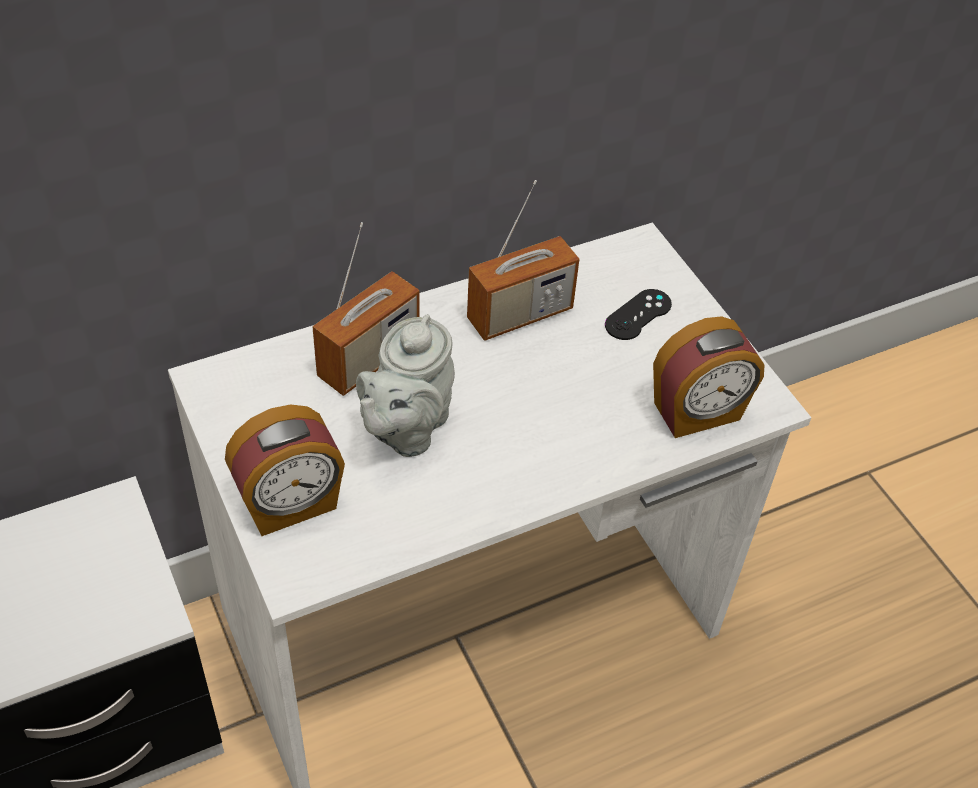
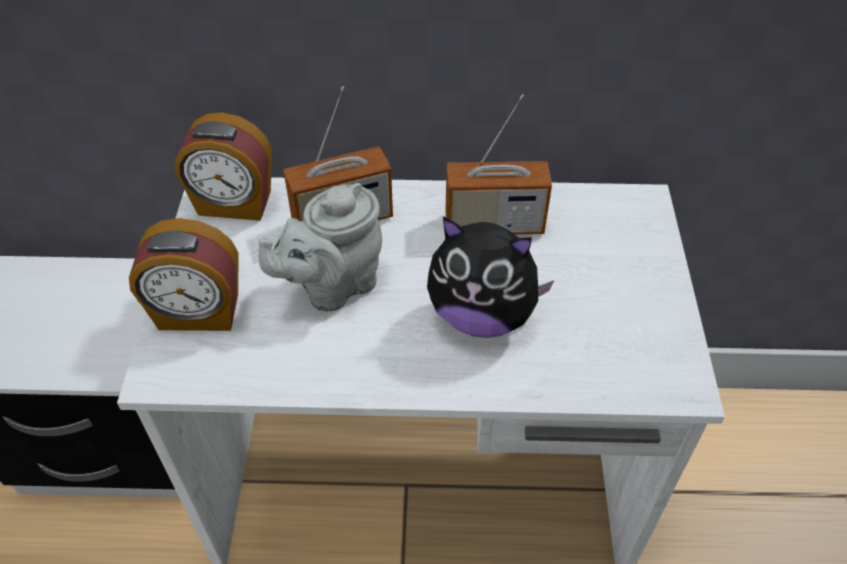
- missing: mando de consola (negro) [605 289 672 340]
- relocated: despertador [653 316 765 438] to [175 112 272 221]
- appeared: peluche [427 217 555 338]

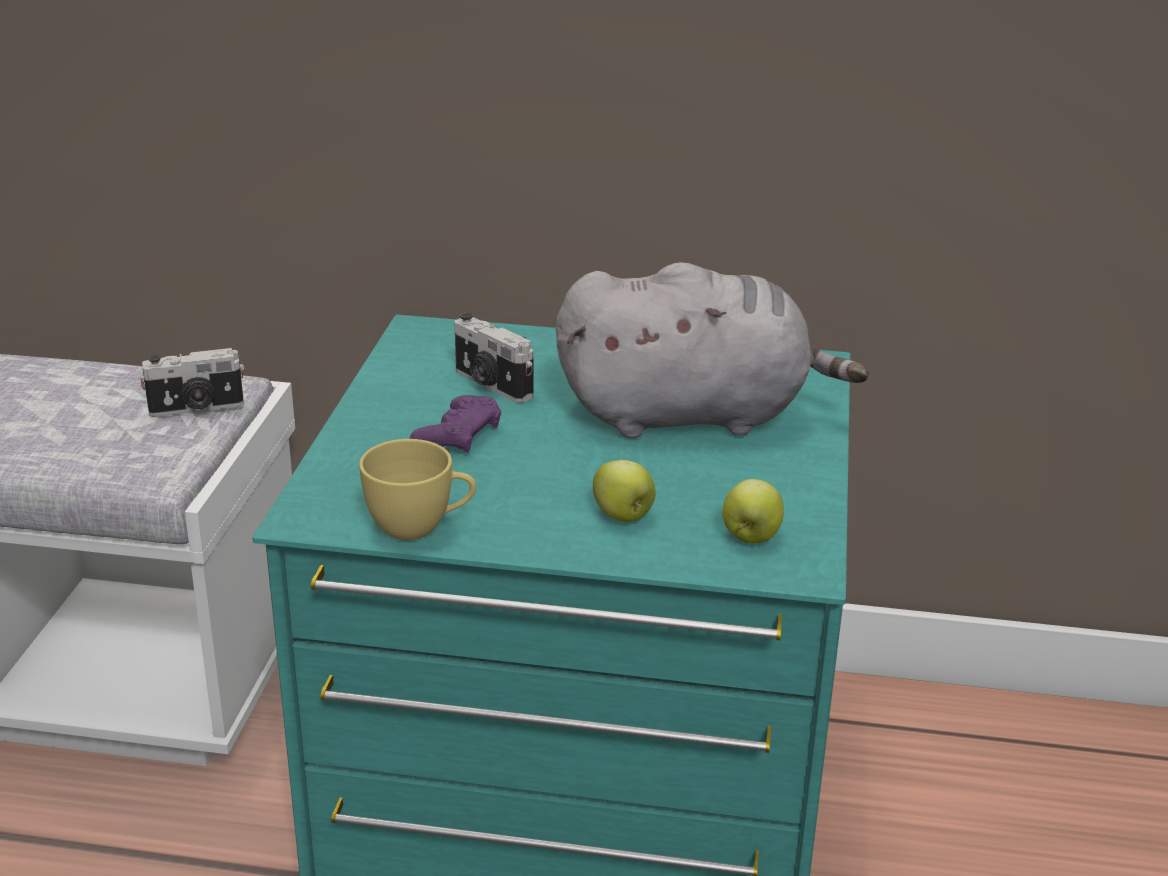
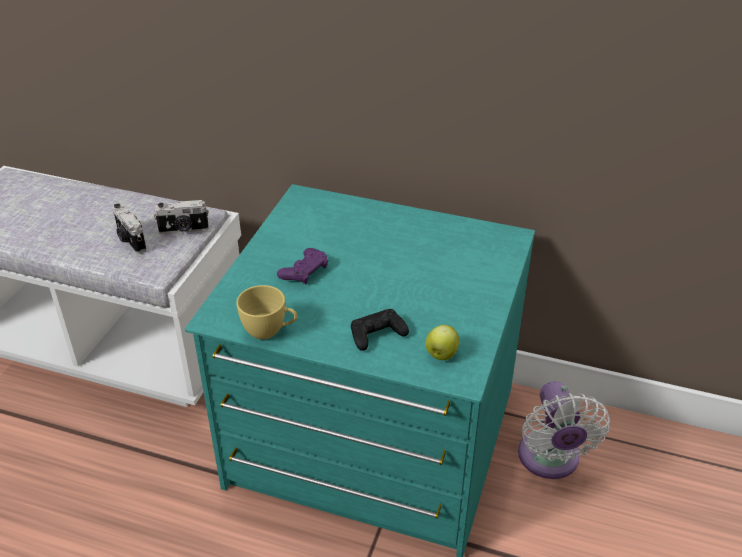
- relocated: cámara [454 312 533 403] to [112 204 146 254]
- missing: peluche (gris) [556 262 869 438]
- exchanged: manzana [593 460 656 522] to mando de consola (negro) [351 309 409 351]
- appeared: ventilador (blanco) [518 381 610 479]

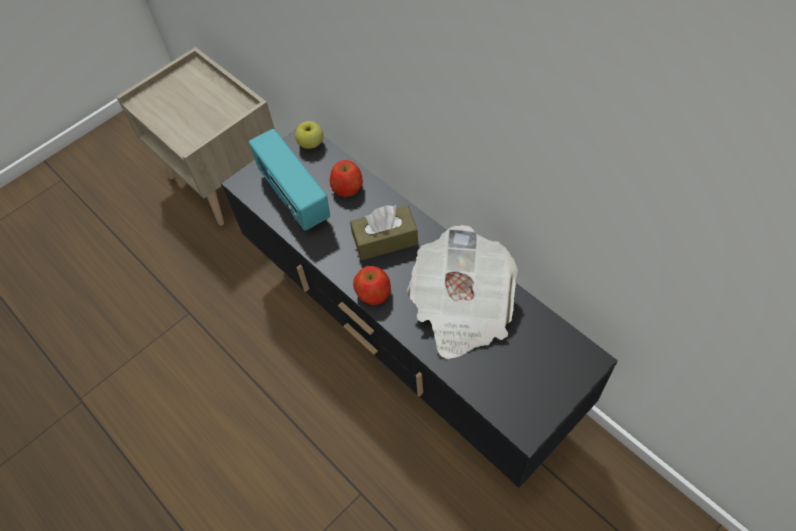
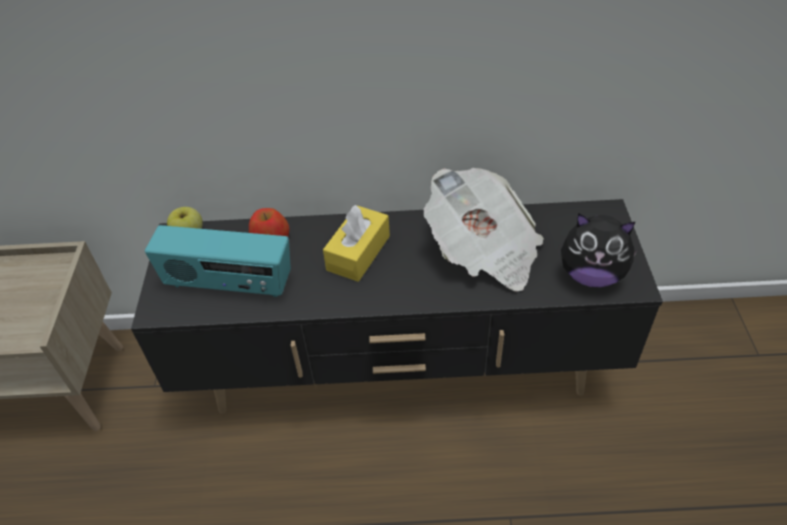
- colour: caja de pañuelos (marrón) [350 205 418 260] to caja de pañuelos (amarillo) [323 205 390 282]
- missing: manzana [353 266 391 305]
- appeared: peluche [561 213 639 287]

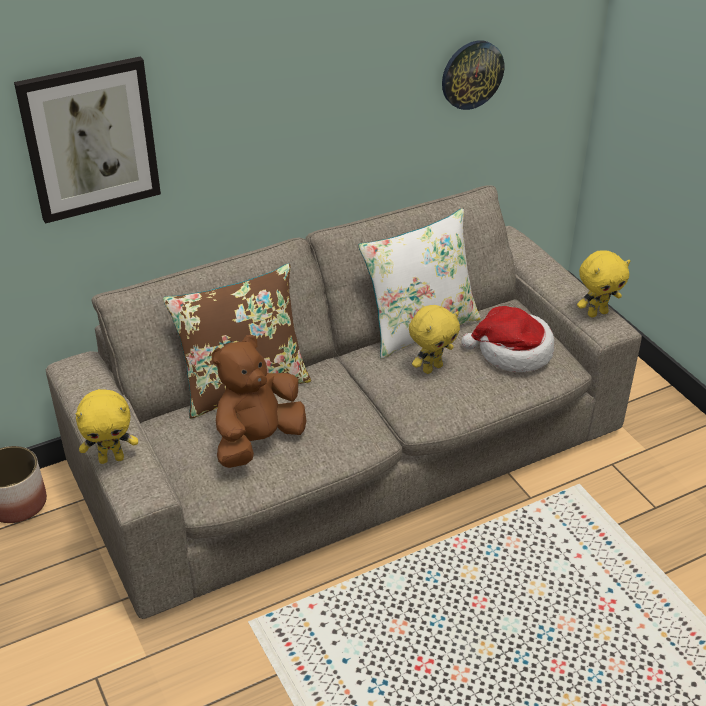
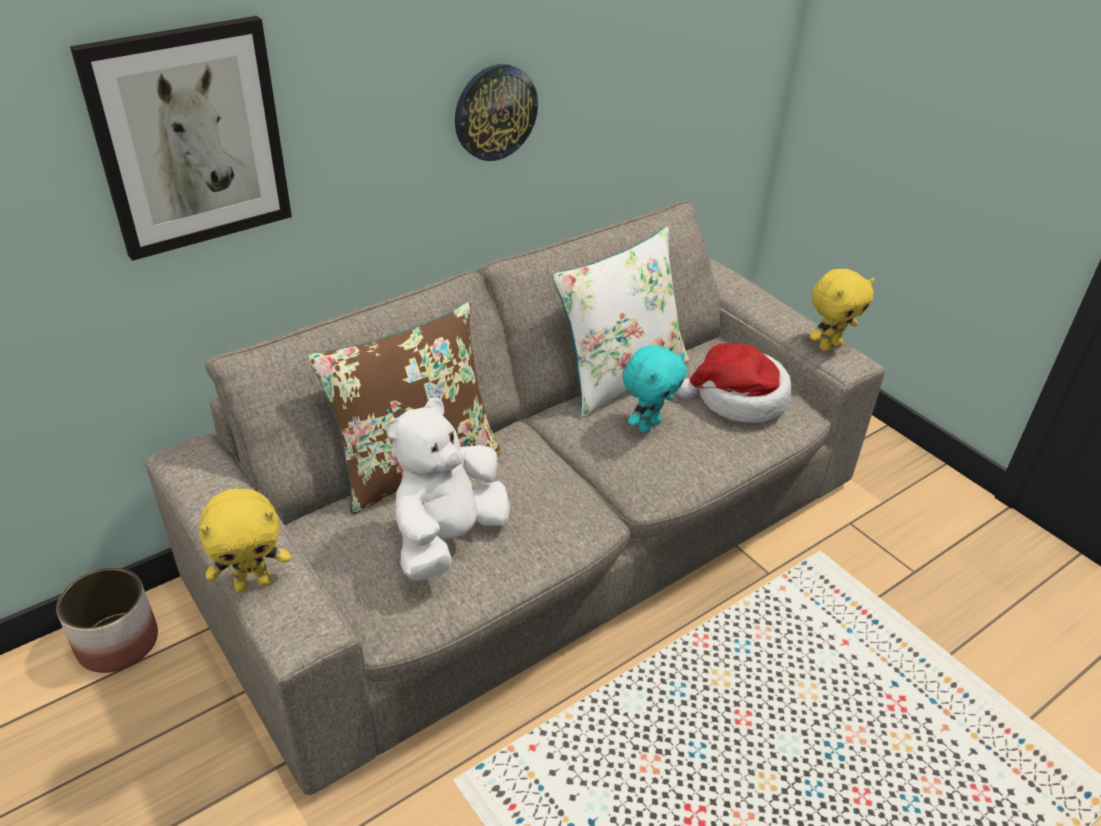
- colour: peluche (marrón) [212 335 306 468] to peluche (blanco) [386 398 510 581]
- colour: peluche (amarillo) [409 305 460 374] to peluche (turquesa) [622 345 687 433]
- relocated: reloj de pared [442 40 504 110] to [455 64 538 161]

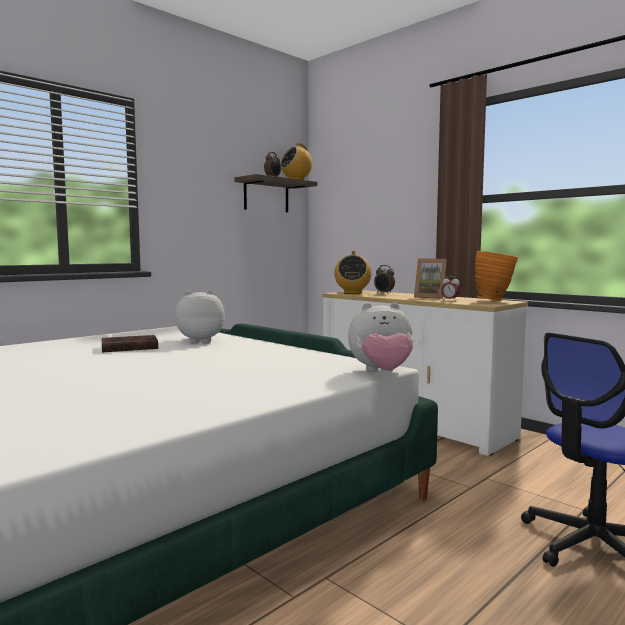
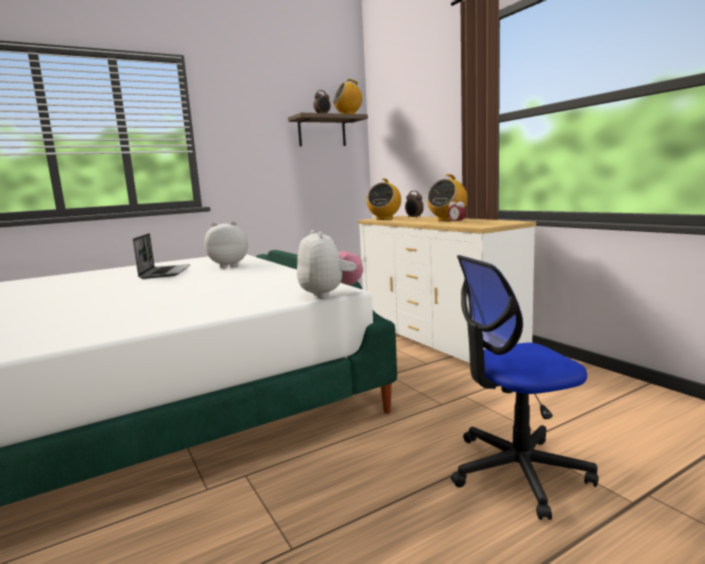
- exchanged: libro (marrón) [101 335 158 352] to portátil [133 233 190 279]
- spun: peluche [348 303 414 372] = [297 230 363 299] 120 degrees counterclockwise
- exchanged: portarretratos [414 258 447 299] to radio [427 174 467 221]
- missing: florero (naranja) [475 251 518 301]

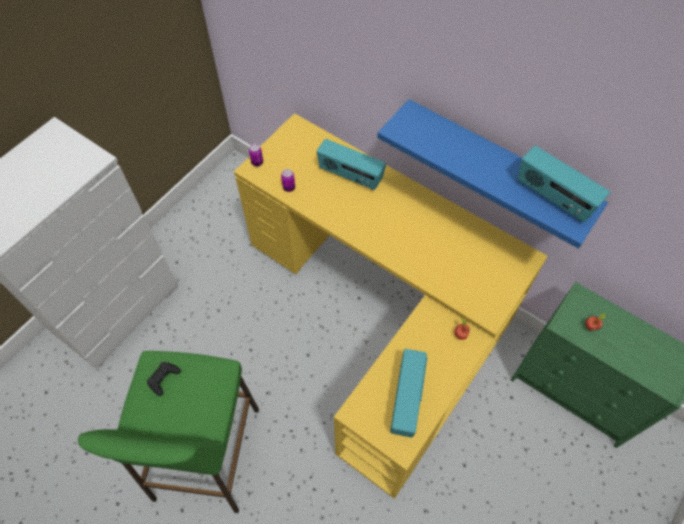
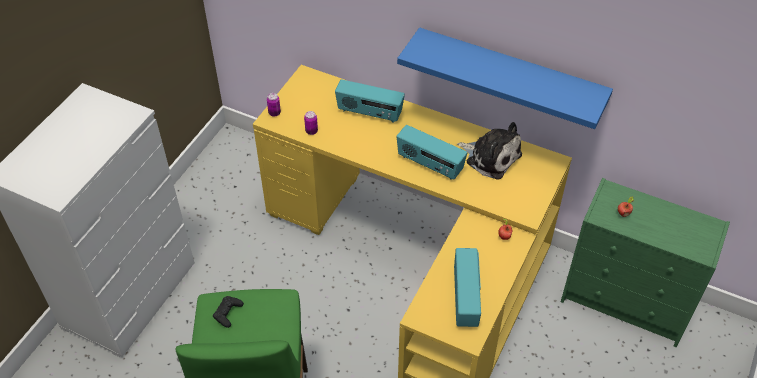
- relocated: radio [517 146 610 222] to [396 125 467 180]
- appeared: peluche [457 122 522 180]

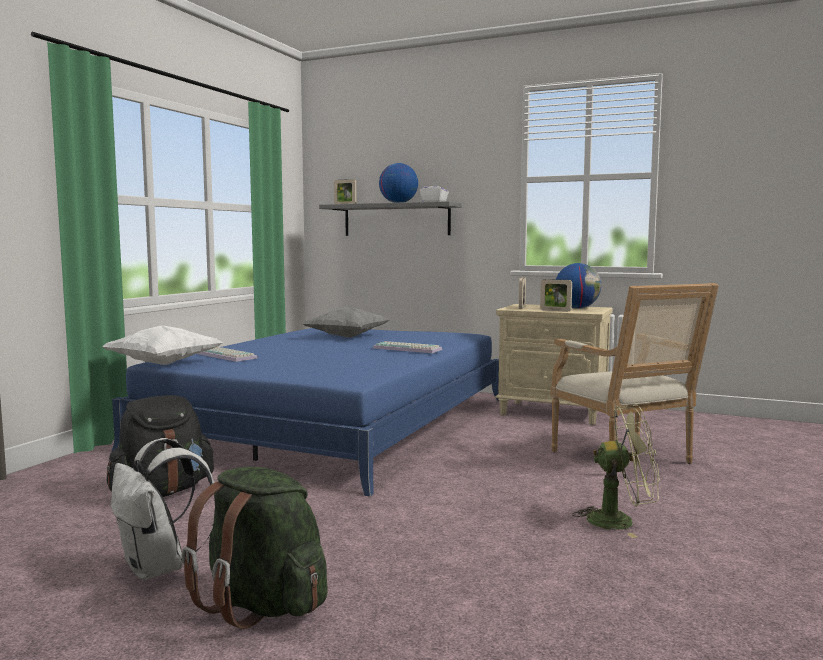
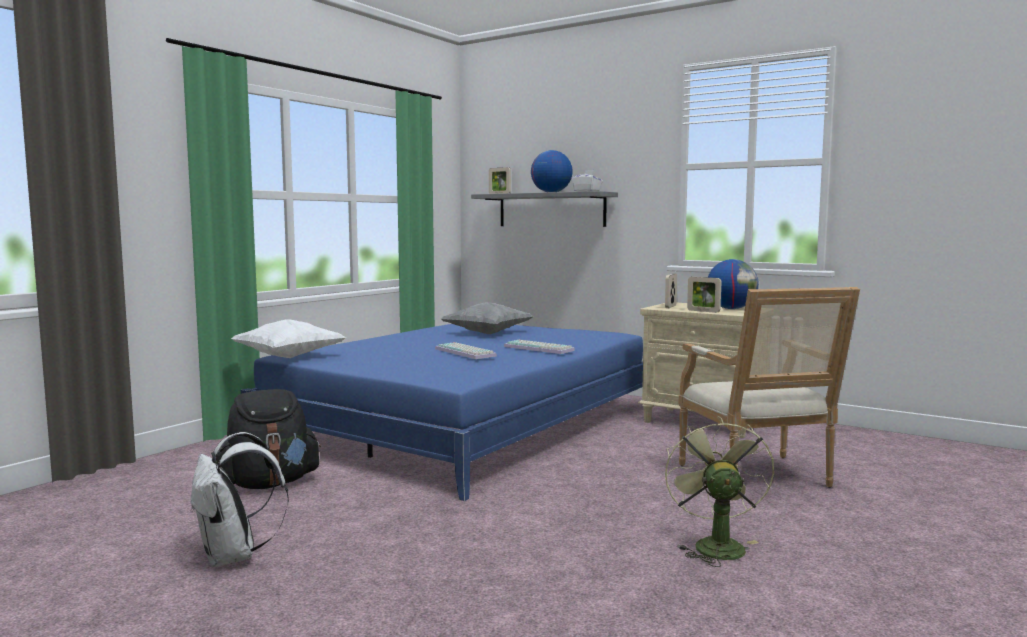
- missing: mochila (verde) [181 466 328 629]
- relocated: teclado [198 347 257 362] to [435 342 497 359]
- spun: ventilador (verde) [572 405 660 538] = [665 416 774 567] 105 degrees counterclockwise

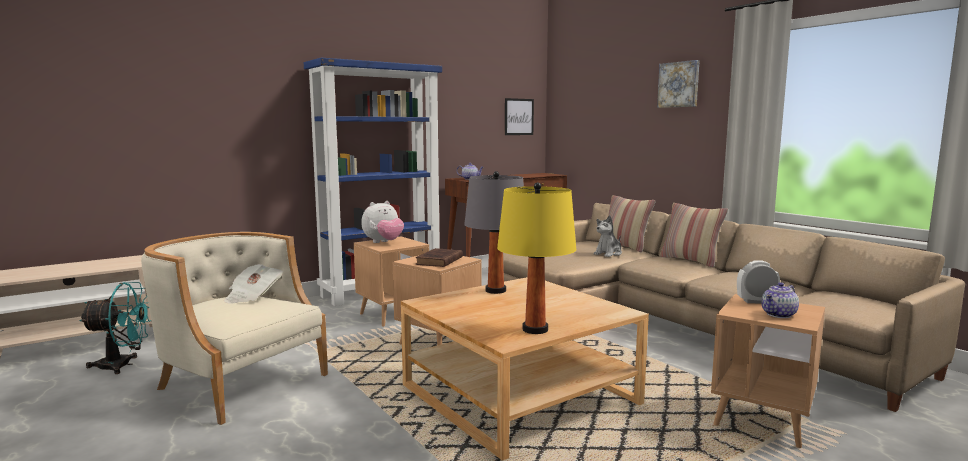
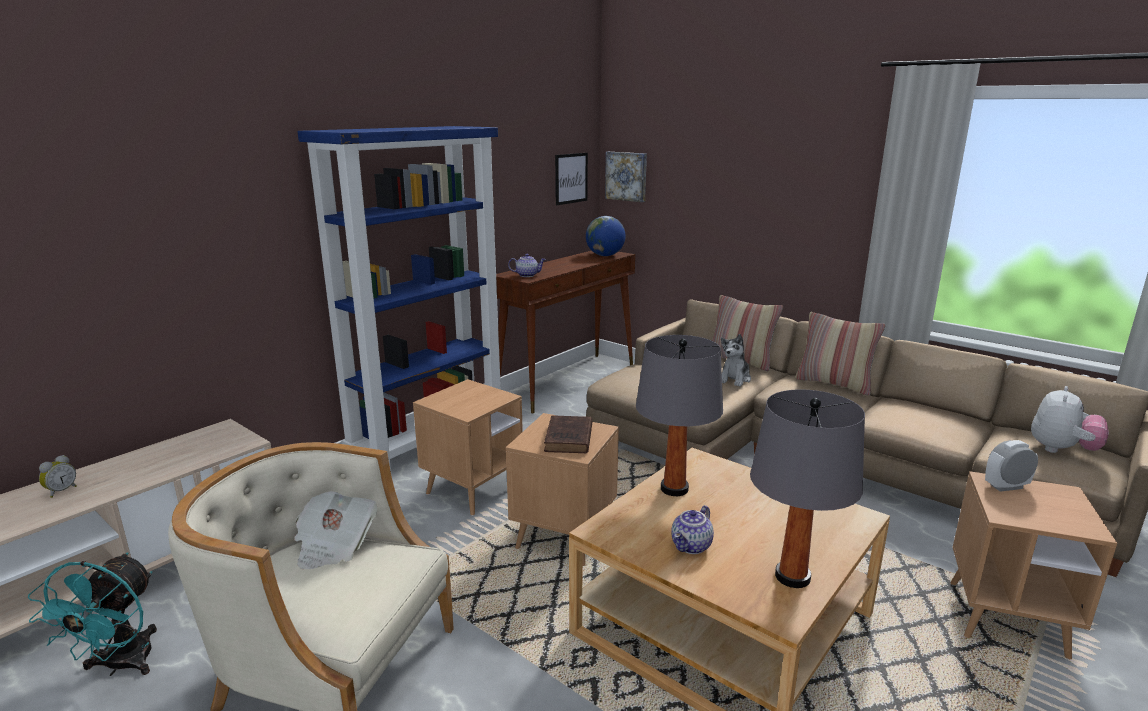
- spun: ventilador (turquesa) [79 282 151 374] = [28 552 157 676] 120 degrees clockwise
- relocated: peluche [361 201 404 243] to [1031 386 1109 453]
- colour: lámpara de mesa (amarillo) [497 182 576 334] to lámpara de mesa (gris) [750 389 865 588]
- relocated: cuadro [657 60 700 108] to [605 152 647 202]
- relocated: tetera [761 282 799 318] to [671 505 714 554]
- appeared: despertador [39 455 76 498]
- appeared: globo terráqueo [586 216 626 256]

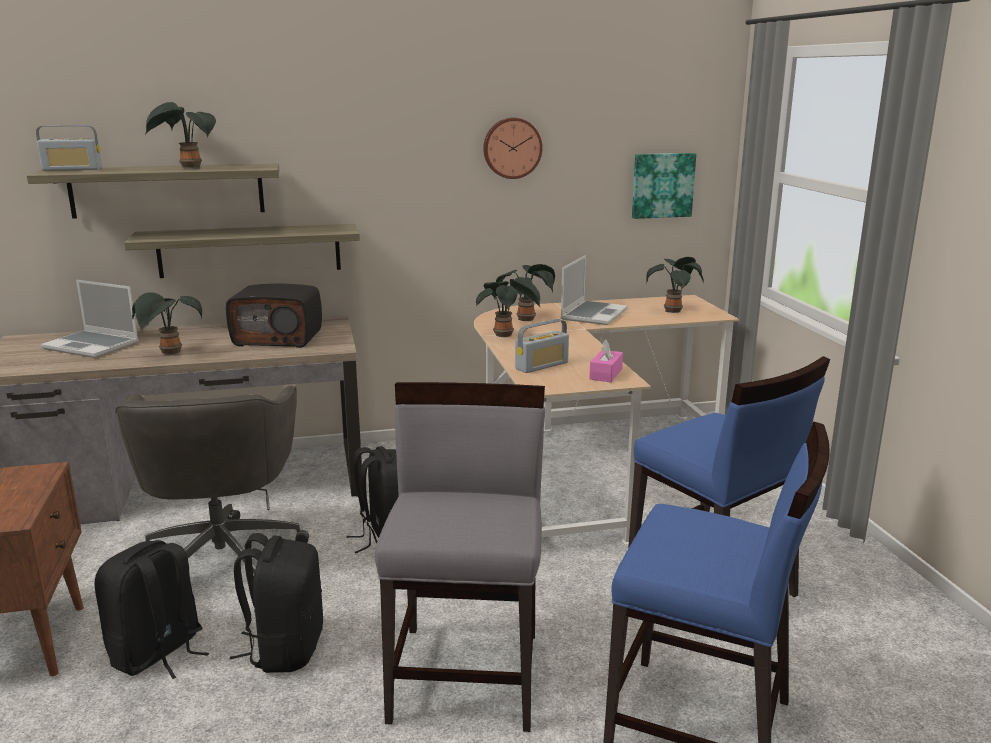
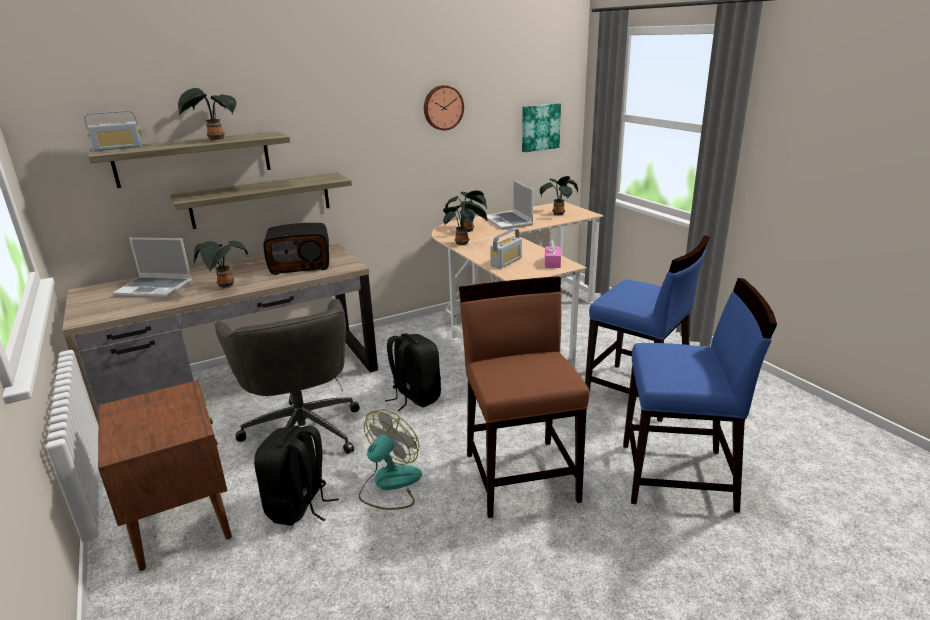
- exchanged: mochila (negro) [230 533 323 673] to ventilador [359 409 422 510]
- colour: silla (gris) [374 382 545 732] to silla (marrón) [459 276 589 518]
- spun: portátil [560 255 628 325] = [487 180 533 230] 150 degrees clockwise

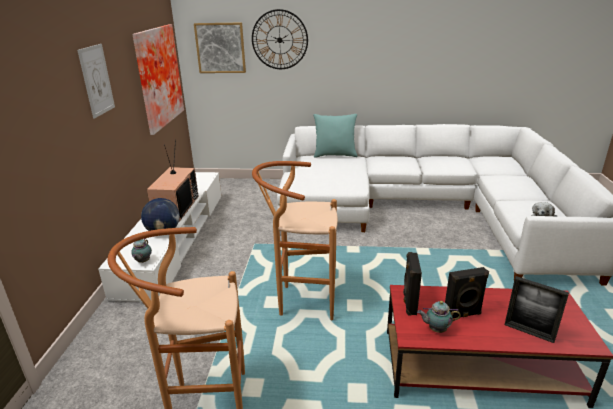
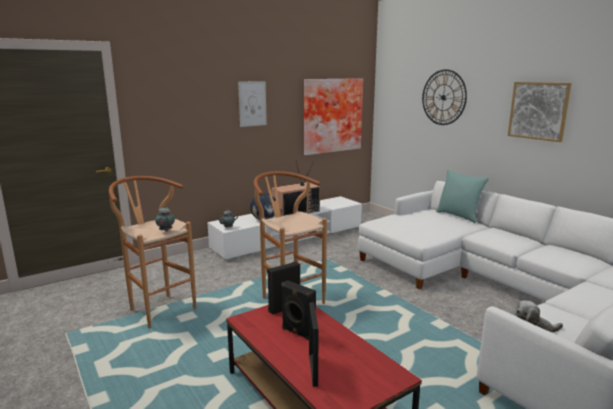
- relocated: cuadro [194 23 246 73] to [508 82 572 142]
- relocated: tetera [417 301 461 333] to [155 205 175 231]

